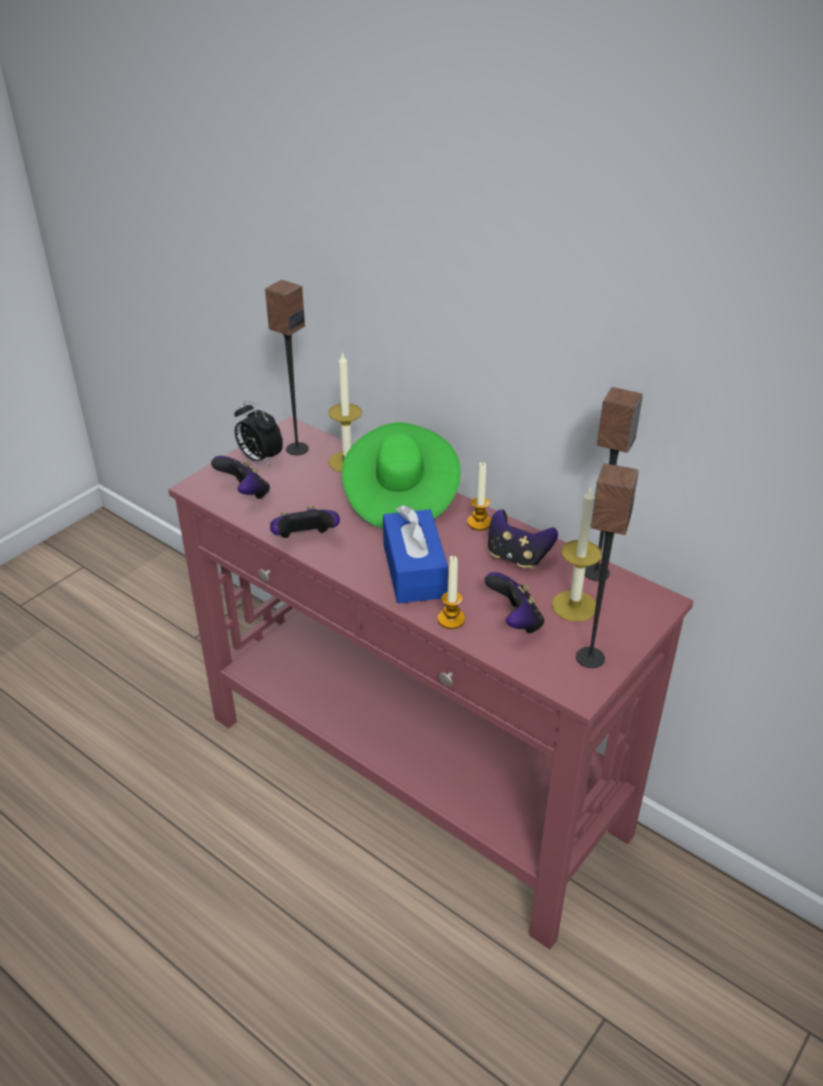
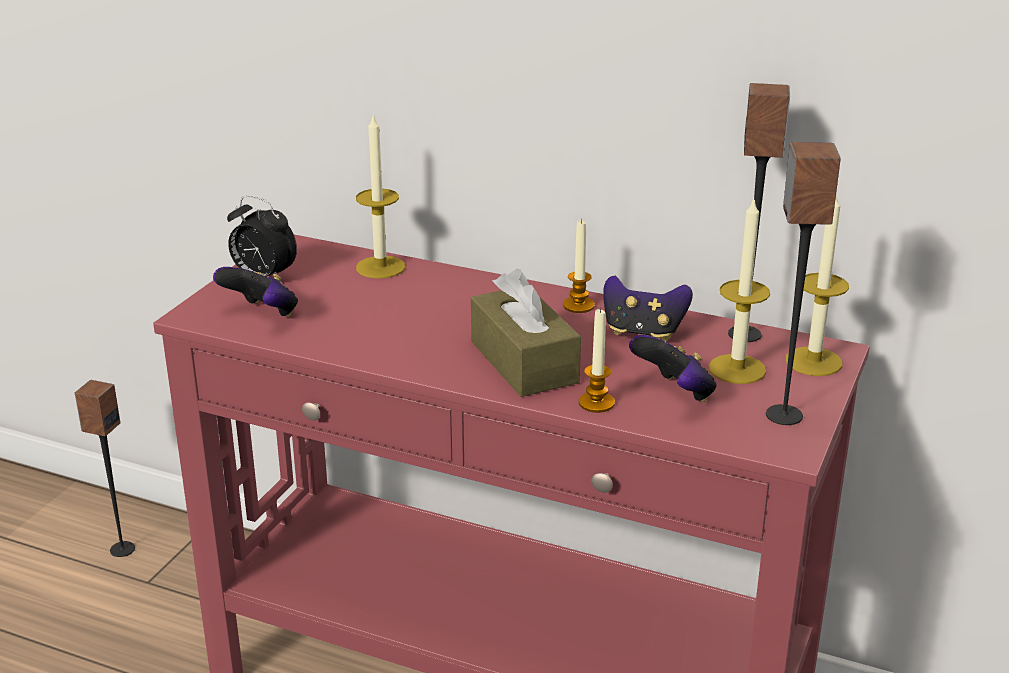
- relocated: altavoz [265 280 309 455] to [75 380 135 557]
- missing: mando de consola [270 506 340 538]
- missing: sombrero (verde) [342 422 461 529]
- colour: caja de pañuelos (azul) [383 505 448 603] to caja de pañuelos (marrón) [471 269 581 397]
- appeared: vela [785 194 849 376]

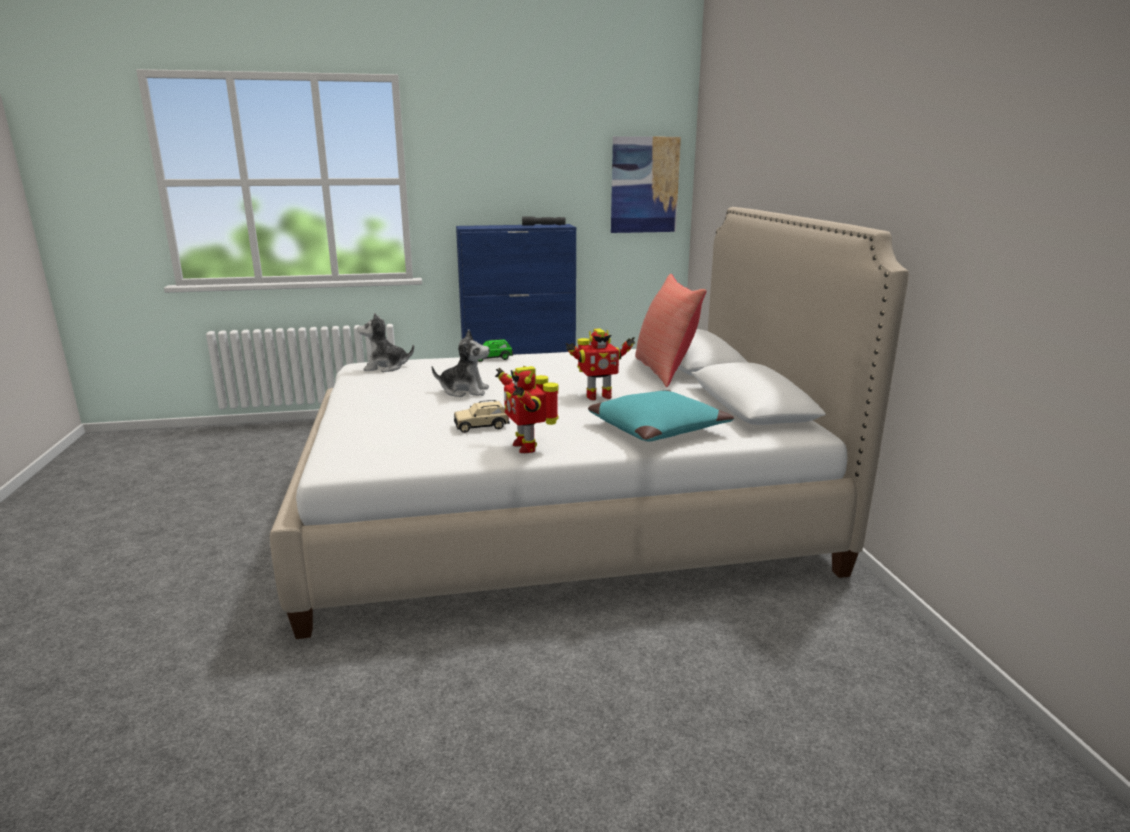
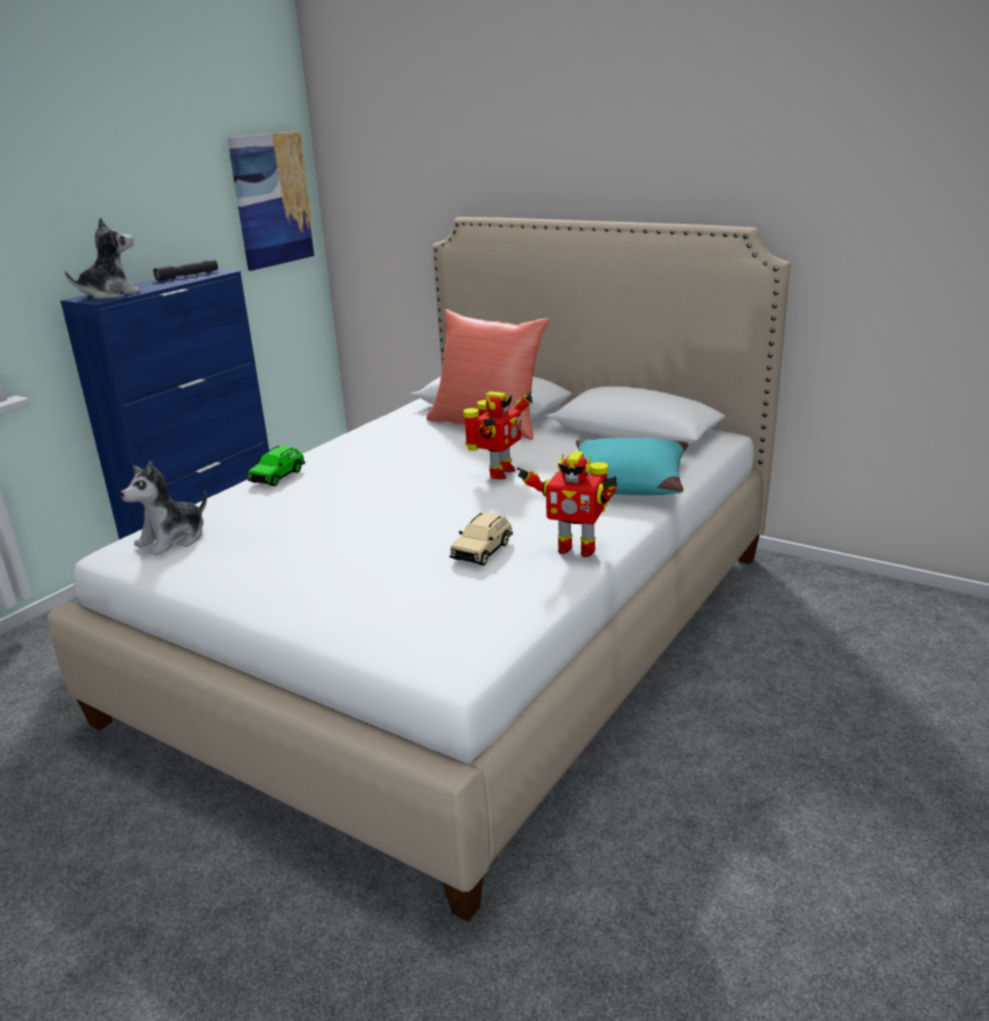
- relocated: peluche [432 330 490 397] to [65 218 142 299]

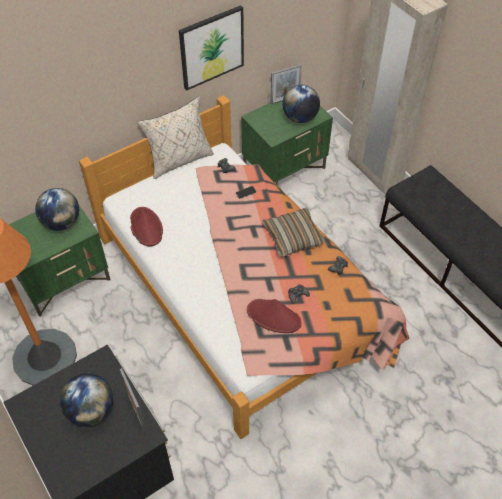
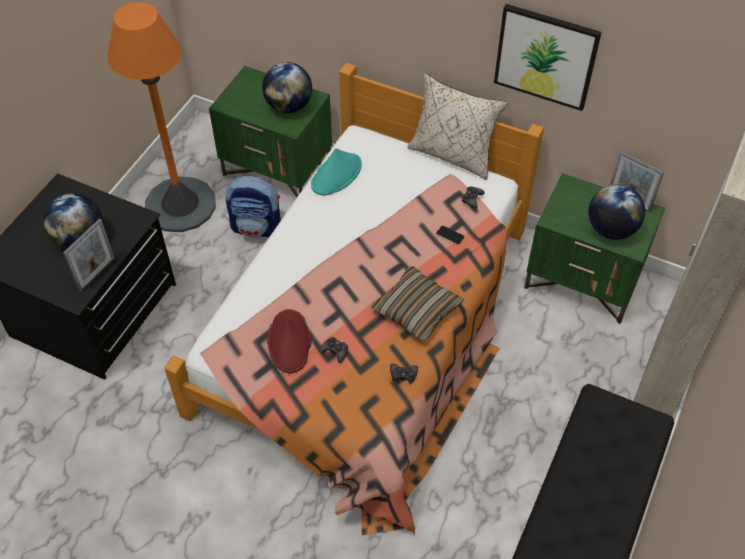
- colour: sombrero (rojo) [130 207 163 246] to sombrero (turquesa) [311 148 362 195]
- appeared: mochila [226 175 281 238]

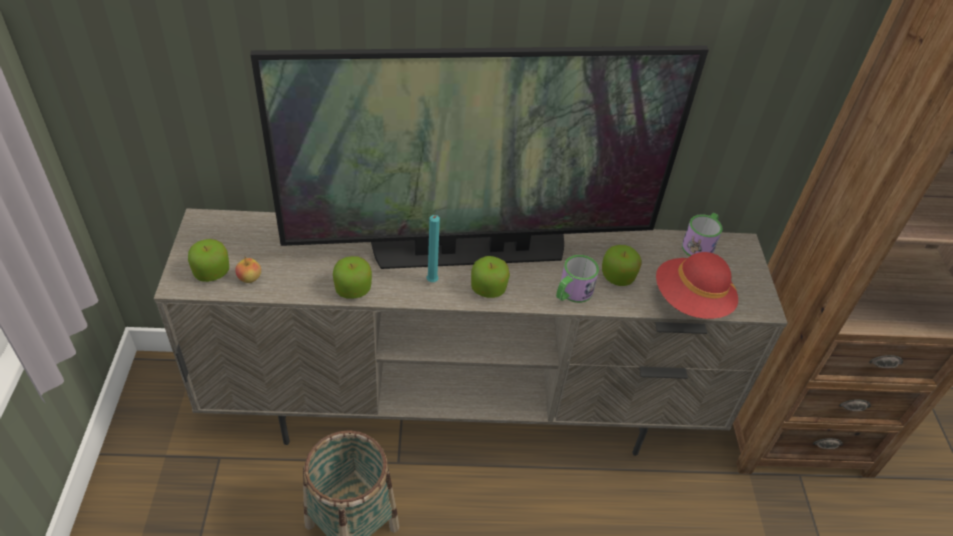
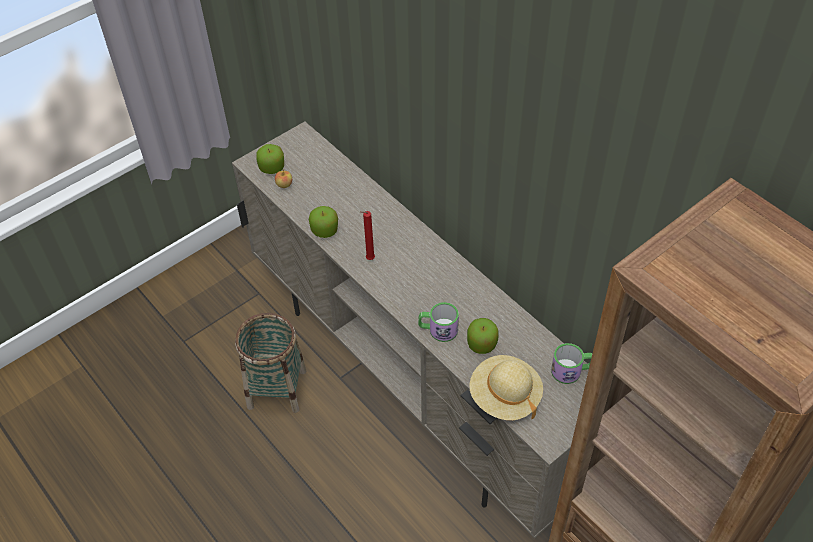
- missing: televisor [250 46 709 269]
- colour: vela (turquesa) [427 215 440 282] to vela (rojo) [360 211 375 260]
- missing: manzana [471 256 510 298]
- colour: sombrero (rojo) [656 252 738 319] to sombrero (beis) [469 355 543 420]

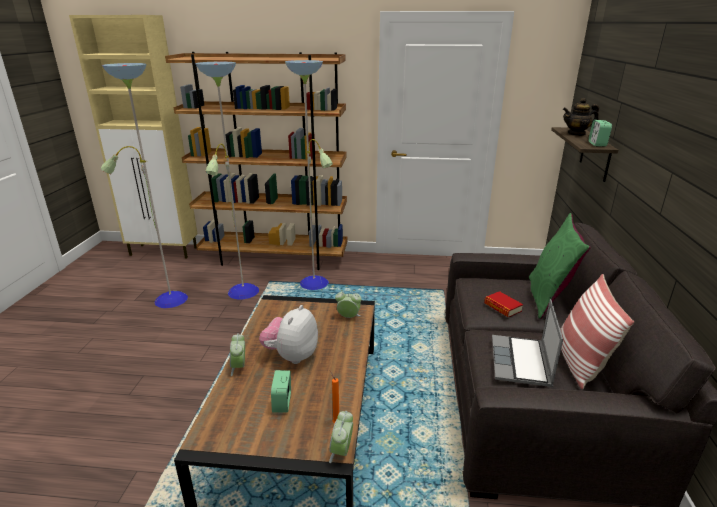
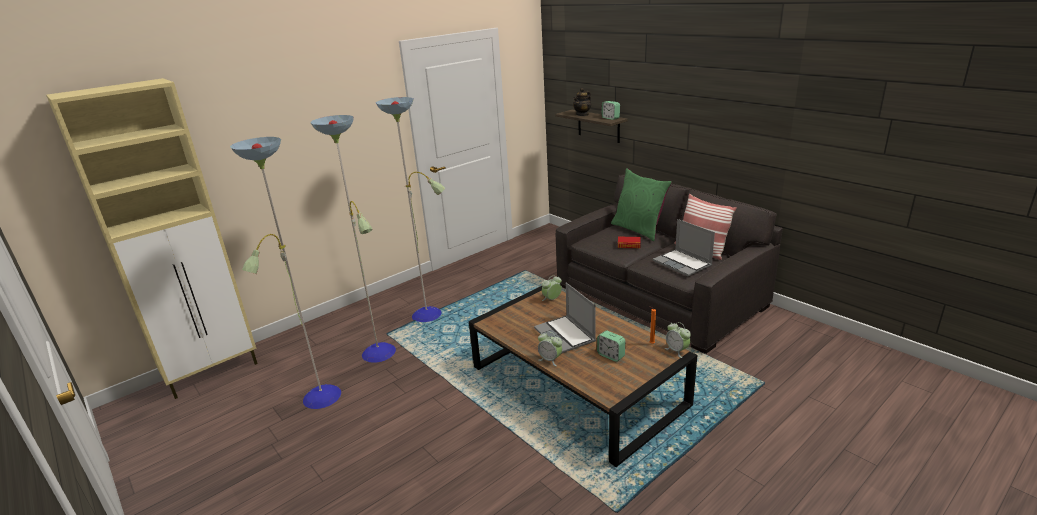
- missing: estantería (marrón) [165 52 347 270]
- exchanged: peluche [259 305 318 364] to portátil [534 283 596 354]

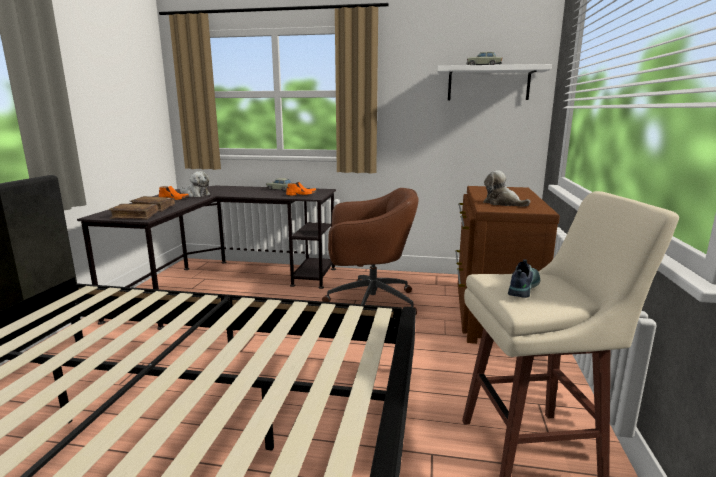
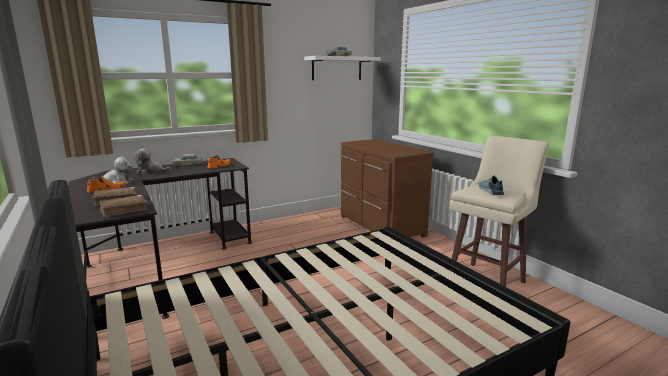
- missing: silla de oficina (marrón) [322 188 419 315]
- relocated: peluche [483 170 530 207] to [134 149 171 174]

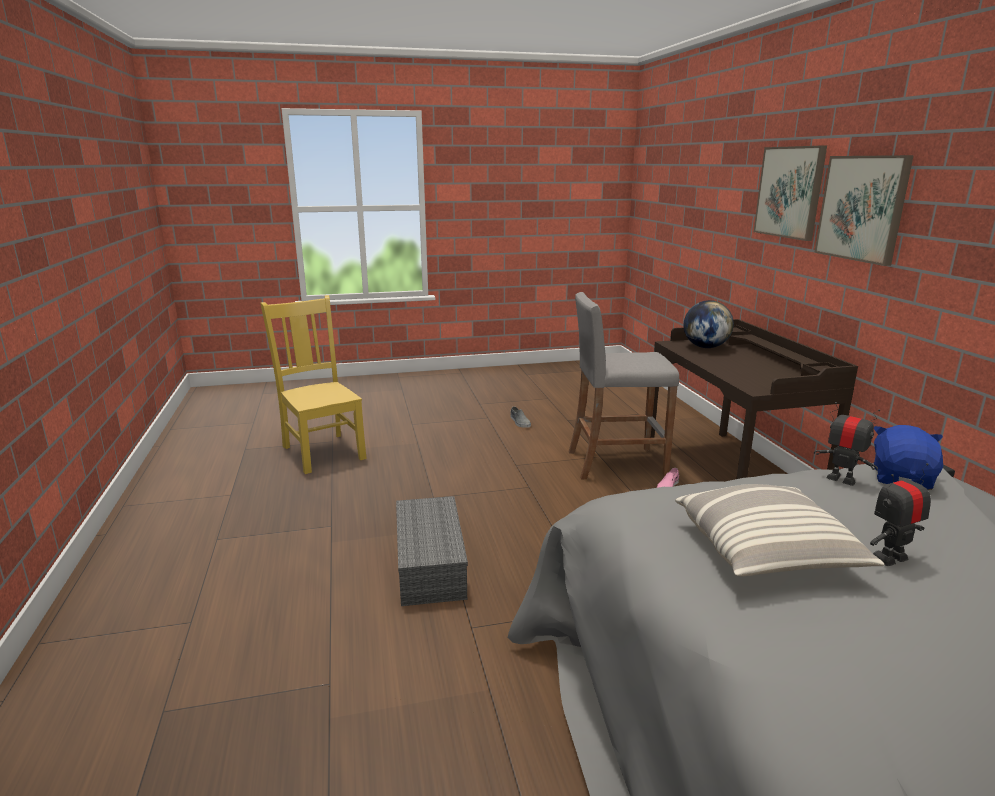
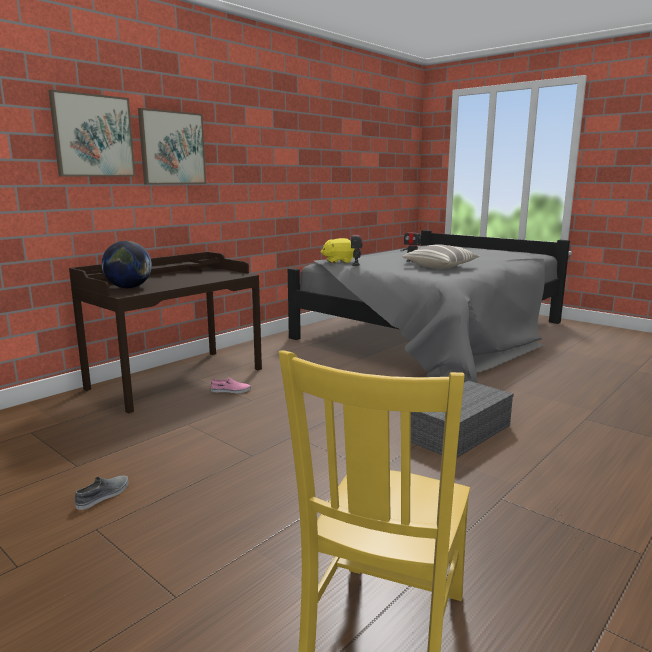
- missing: taburete (gris) [569 292 679 479]
- colour: peluche (azul) [874 425 943 490] to peluche (amarillo) [321 238 355 263]

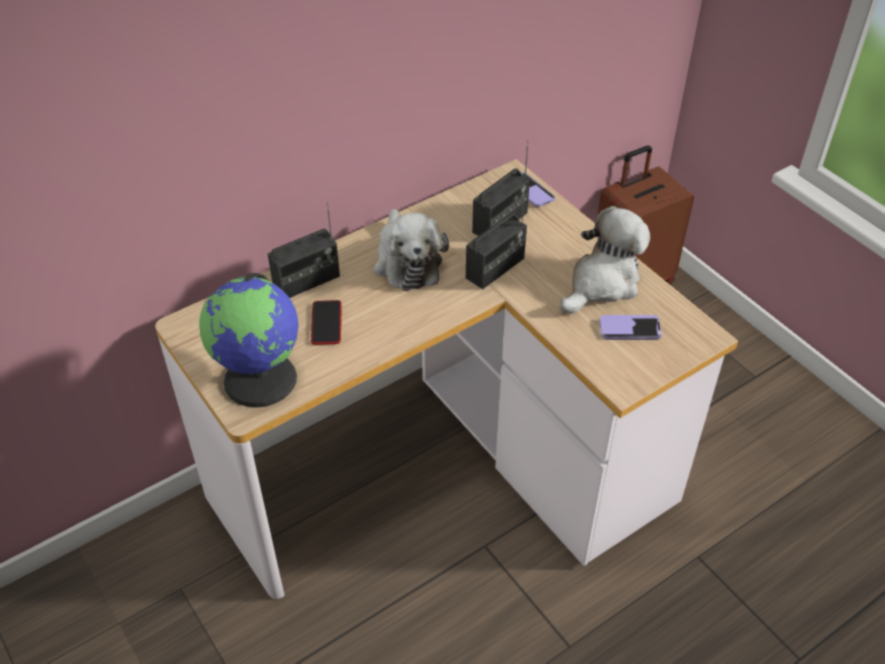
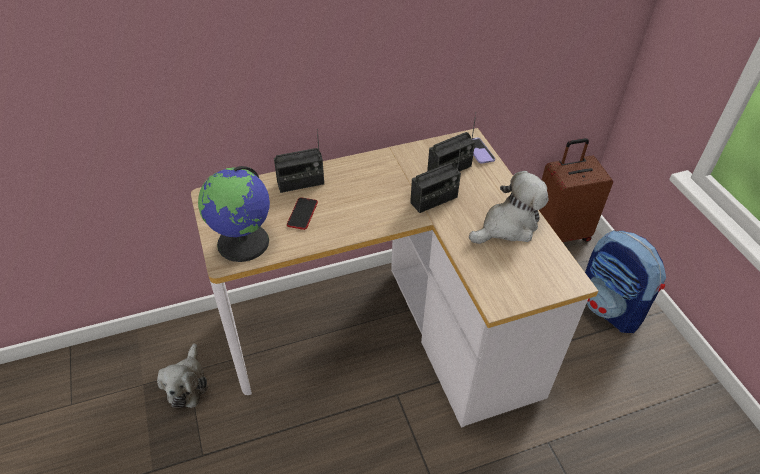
- relocated: peluche [374 209 449 291] to [157 344 208 408]
- missing: móvil [600 315 662 340]
- appeared: mochila [585 230 666 333]

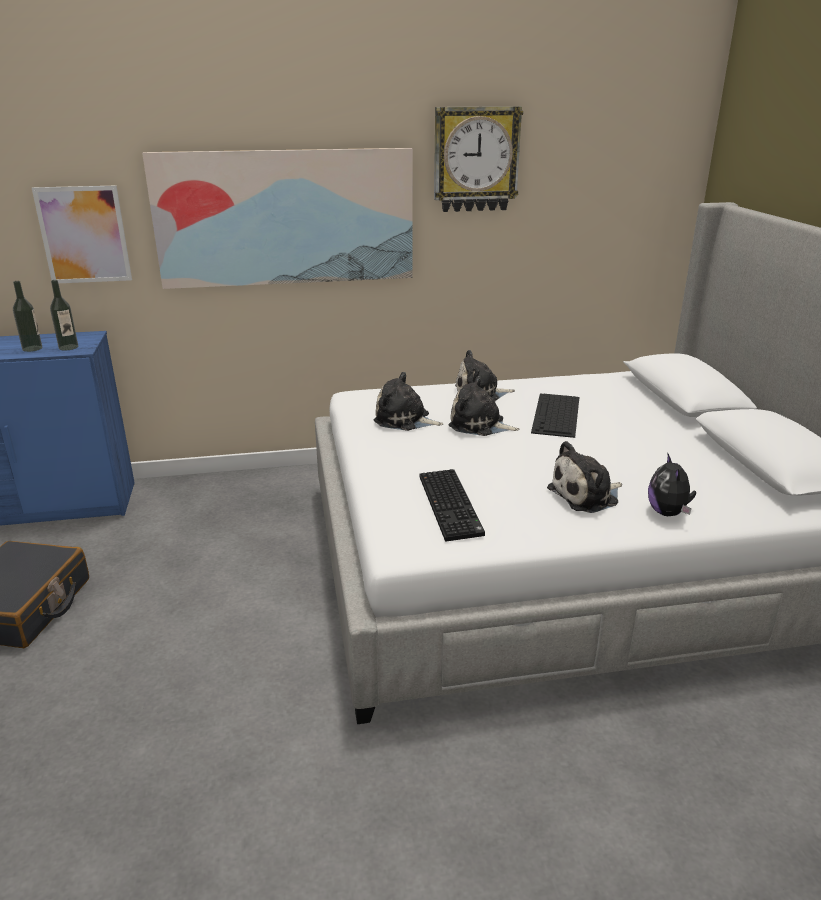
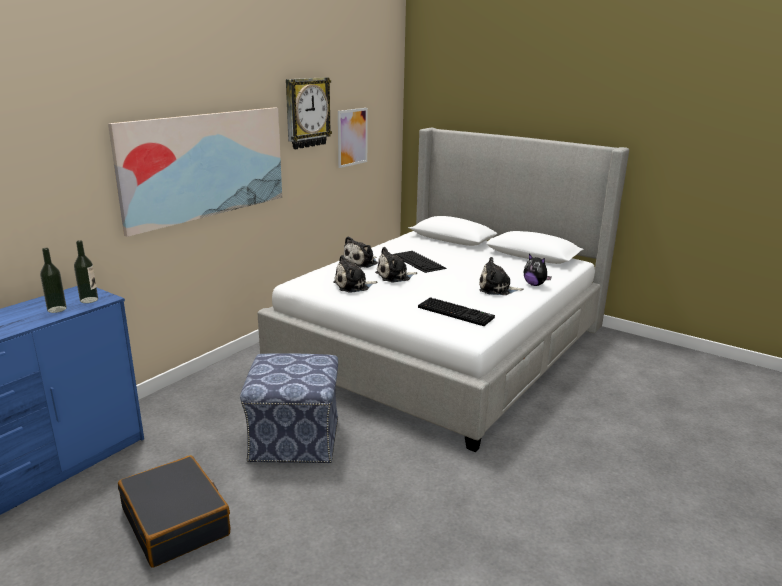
- relocated: cuadro [32 186 132 283] to [338 108 368 168]
- spun: peluche [547 441 622 513] = [479 257 524 295] 75 degrees clockwise
- appeared: puf [240 353 338 464]

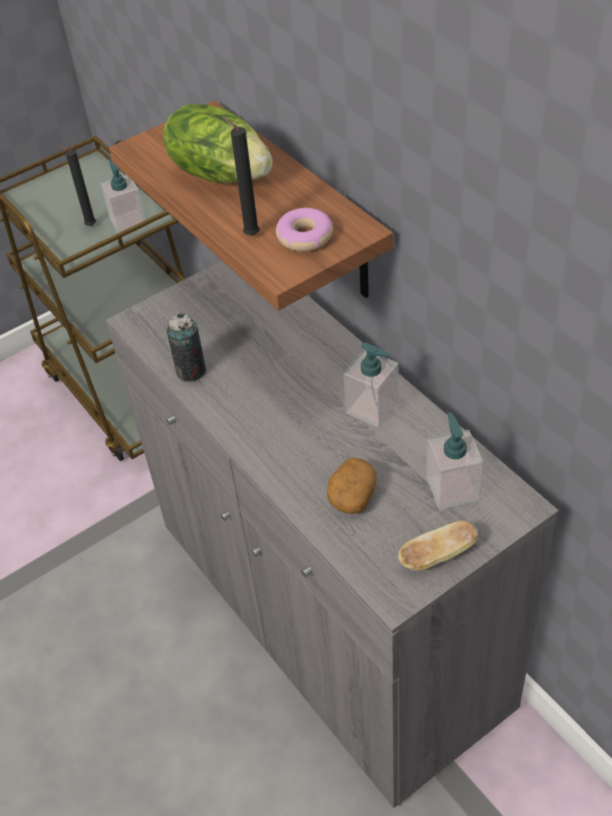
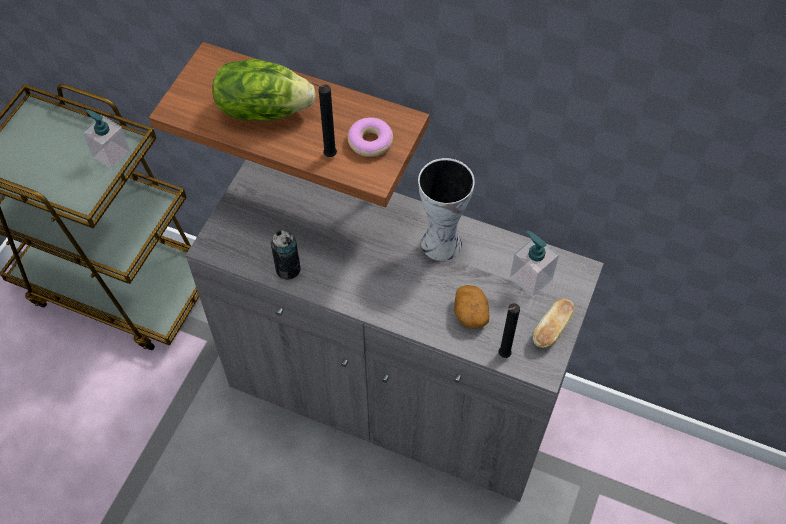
- relocated: vela (negro) [58 145 96 226] to [499 303 520 358]
- exchanged: dispensador de jabón [344 342 398 428] to florero [418 158 475 261]

